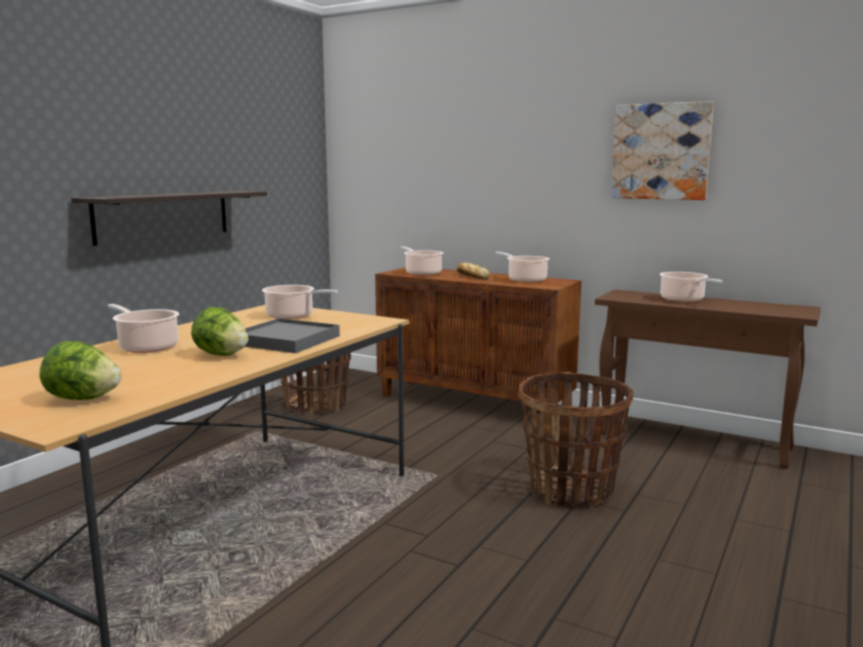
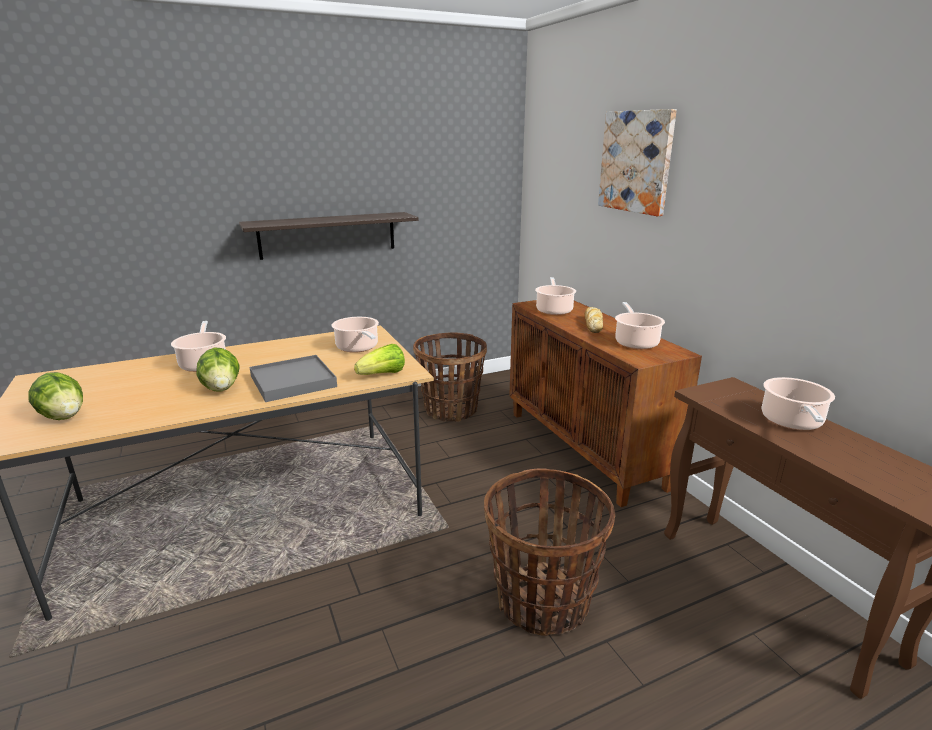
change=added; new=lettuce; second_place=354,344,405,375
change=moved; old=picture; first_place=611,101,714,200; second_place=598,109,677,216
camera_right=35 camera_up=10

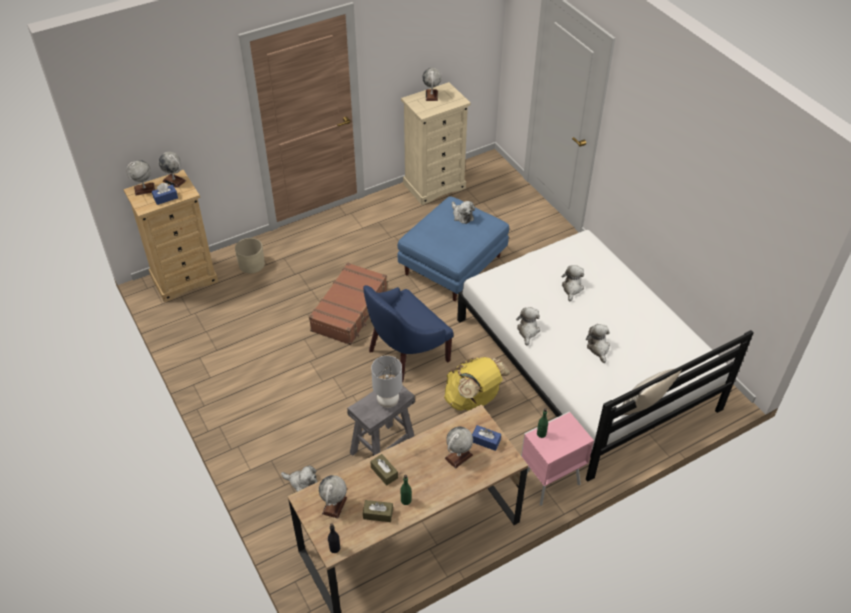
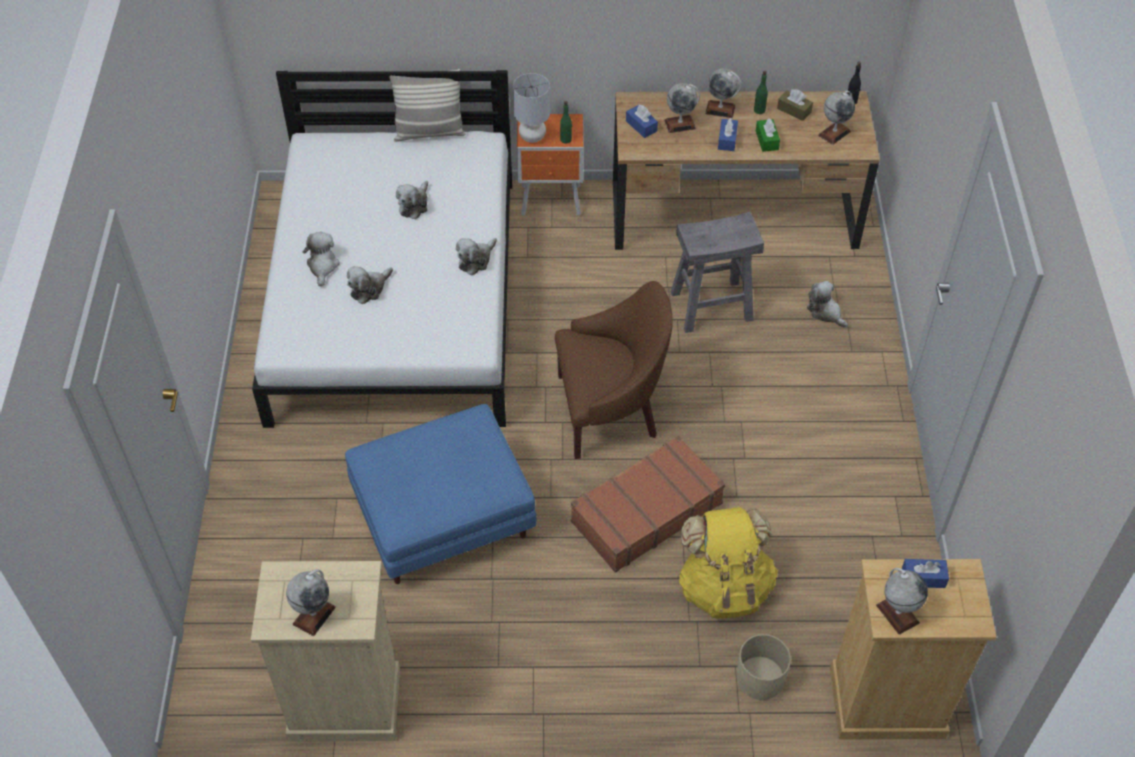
change=moved; old=soft toy; first_place=452,201,475,224; second_place=303,232,340,287
change=moved; old=table lamp/greyish; first_place=371,356,402,408; second_place=513,73,550,143
change=recoloured; old=nightstand/pinkish; new=nightstand/orange-coloured; first_place=521,412,594,506; second_place=517,114,583,216
change=recoloured; old=lounge chair/bluish; new=lounge chair/brownish; first_place=363,285,454,383; second_place=555,281,673,459
change=moved; old=rucksack/yellowish; first_place=444,357,510,411; second_place=678,507,778,618
change=moved; old=desk globe; first_place=126,160,155,196; second_place=705,68,741,118
change=added; new=tissue holder/bluish; second_place=718,118,738,151
change=recoloured; old=tissue holder/brownish; new=tissue holder/green-coloured; first_place=370,454,398,486; second_place=756,118,780,152
camera_right=-150 camera_up=5

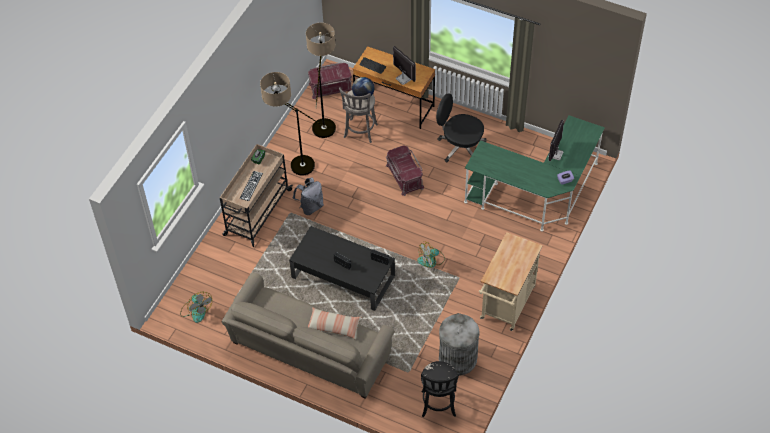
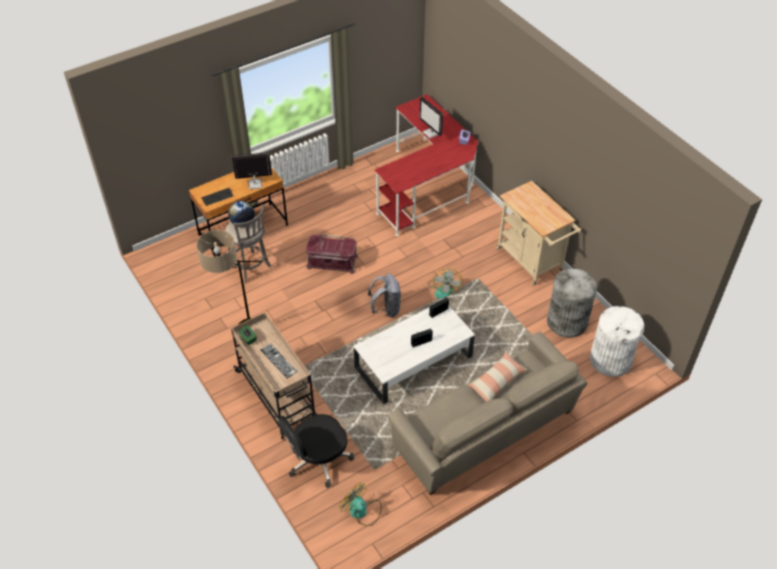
change=moved; old=computer chair/black; first_place=436,93,487,163; second_place=278,414,354,488
change=turned; old=electric fan; first_place=180,292,212,323; second_place=339,483,382,526; degrees=-135
change=recoloured; old=lounge table/black; new=lounge table/whitish; first_place=289,226,395,311; second_place=354,306,475,404
change=moved; old=rucksack/greyish; first_place=293,177,324,215; second_place=368,274,401,317
change=recoloured; old=desk table/green-coloured; new=desk table/red; first_place=464,115,605,231; second_place=374,94,478,236
change=replaced; old=sitting stool/black; new=rubbish bin/whitish; first_place=421,361,460,417; second_place=590,306,644,377
change=removed; old=standard lamp; first_place=306,23,336,138
change=removed; old=storage container/red; first_place=308,63,352,99
camera_right=-60 camera_up=-5

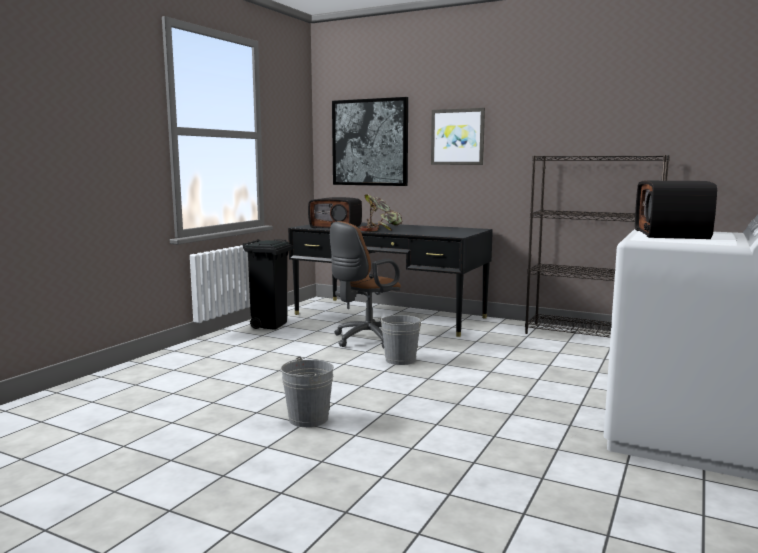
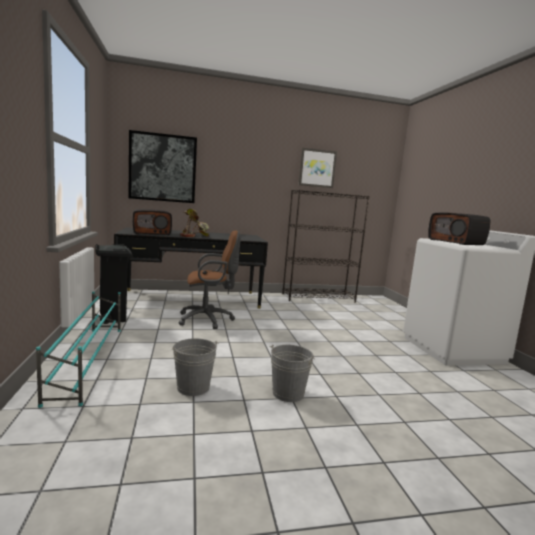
change=added; new=shoe rack/turquoise-coloured; second_place=36,292,121,408
change=moved; old=bucket/greyish; first_place=378,315,424,365; second_place=172,338,219,396
change=turned; old=computer chair/brownish; first_place=330,221,401,348; second_place=178,230,241,329; degrees=-105
change=moved; old=picture; first_place=431,108,485,165; second_place=299,148,337,188
camera_right=-40 camera_up=0

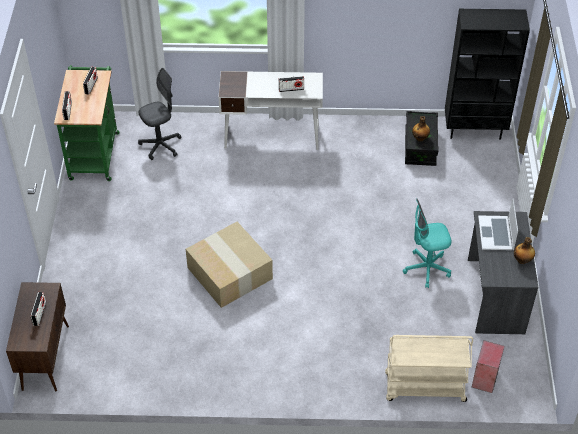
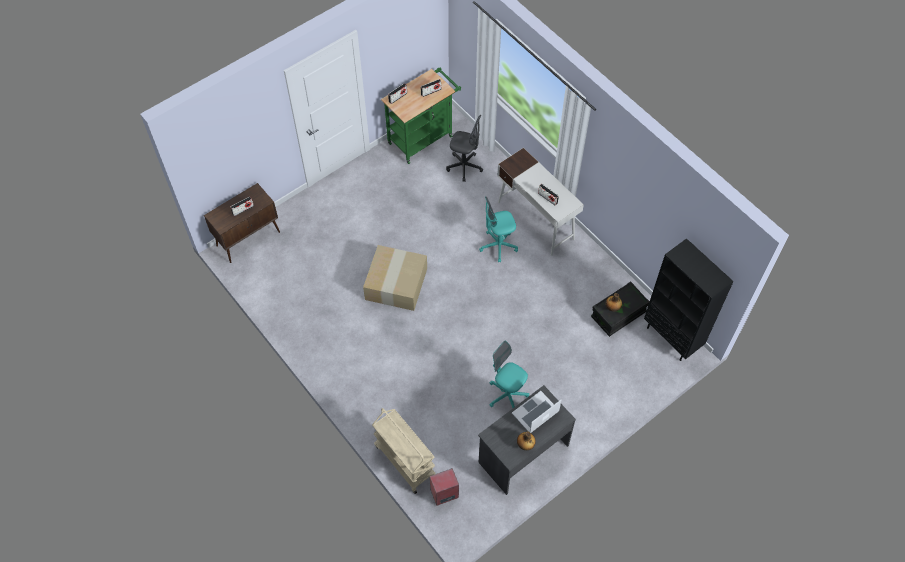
change=added; new=computer chair/turquoise-coloured; second_place=479,196,518,262
camera_right=50 camera_up=10

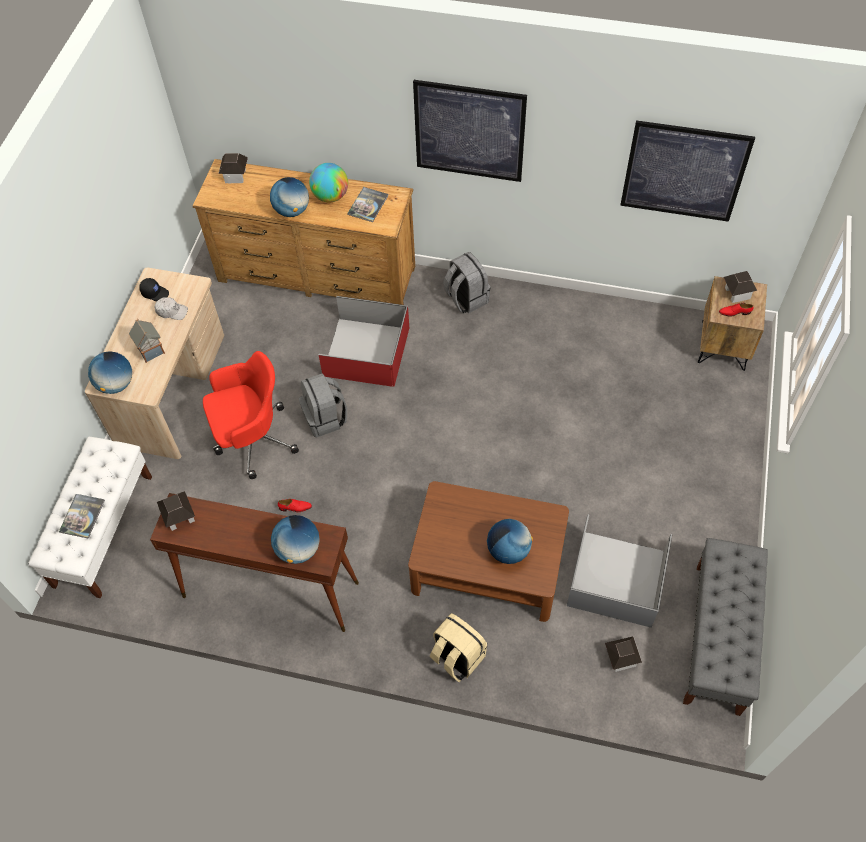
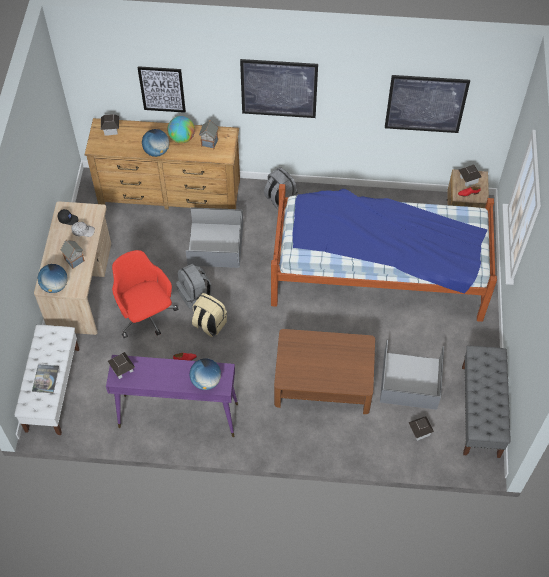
change=recoloured; old=hall table/brownish; new=hall table/purple; first_place=150,493,359,632; second_place=106,355,238,437
change=turned; old=computer chair/red; first_place=203,351,299,479; second_place=112,250,178,338; degrees=-90
change=added; new=picture; second_place=138,66,186,113
change=recoloured; old=storage container/red; new=storage container/greyish; first_place=319,296,409,387; second_place=186,207,243,268
change=moved; old=rucksack/sand-coloured; first_place=430,613,487,682; second_place=192,293,227,337
change=replaced; old=volume; new=miniature house; first_place=347,187,389,222; second_place=199,120,218,149
change=added; new=bedroom bed; second_place=271,184,497,322
change=removed; old=desk globe; first_place=487,519,533,564
camera_right=-10 camera_up=0

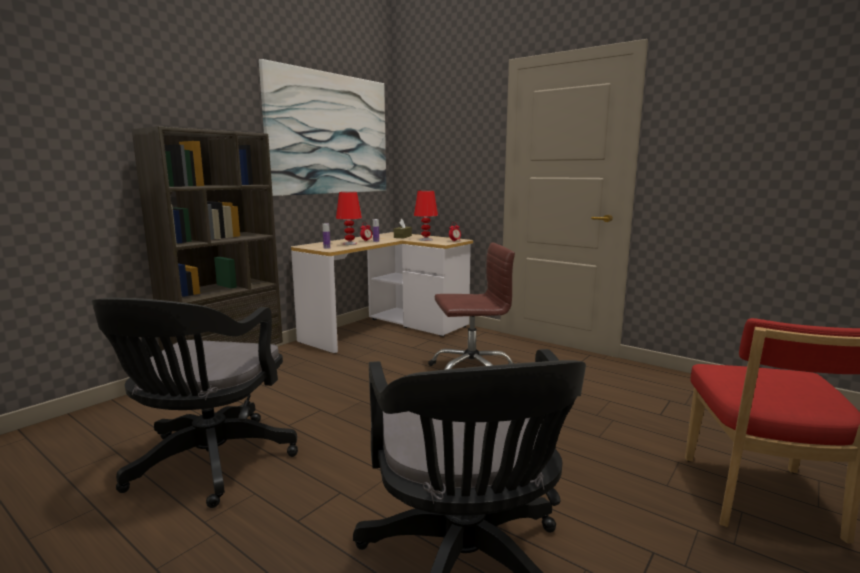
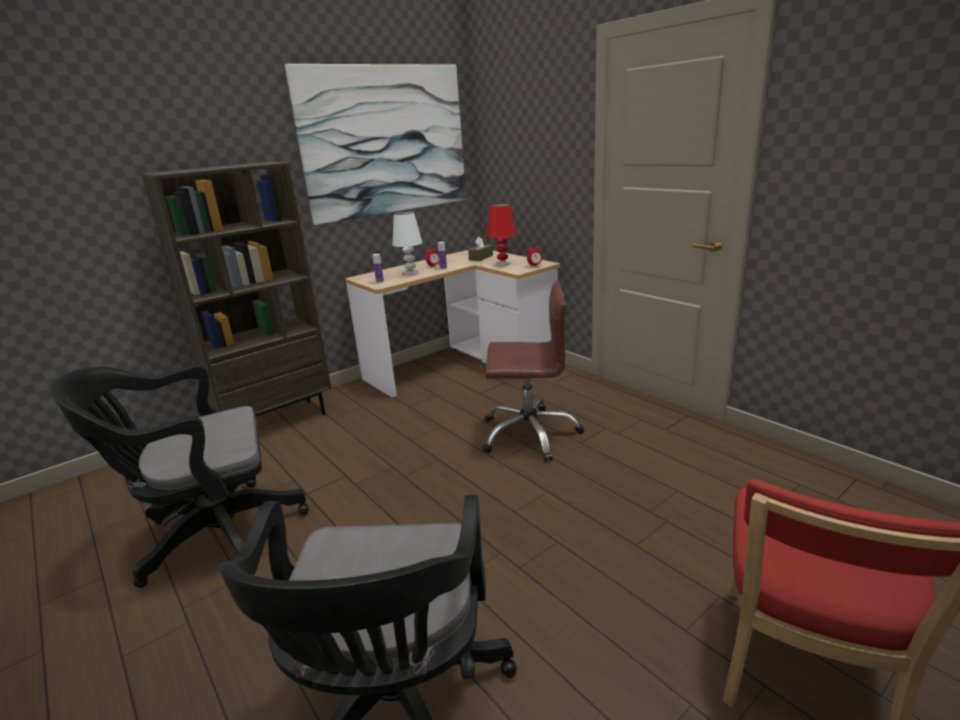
change=turned; old=computer chair/black; first_place=92,298,298,508; second_place=51,364,309,588; degrees=45
change=recoloured; old=table lamp/red; new=table lamp/whitish; first_place=336,192,362,245; second_place=393,212,422,275
camera_right=15 camera_up=10

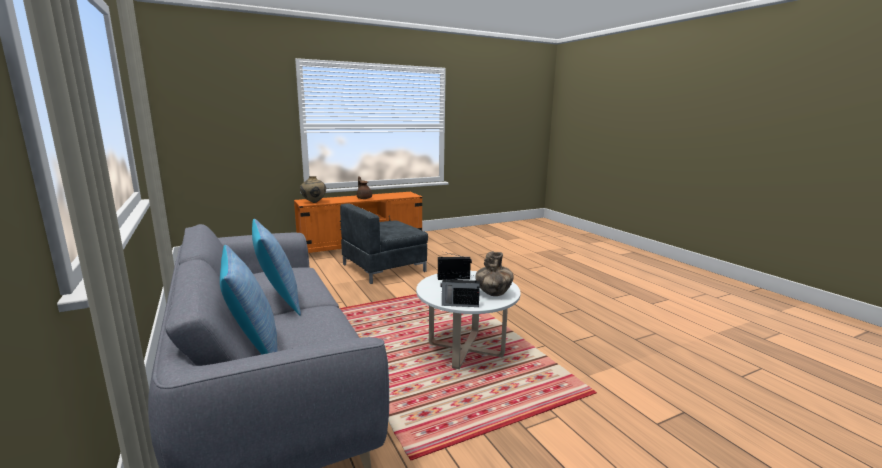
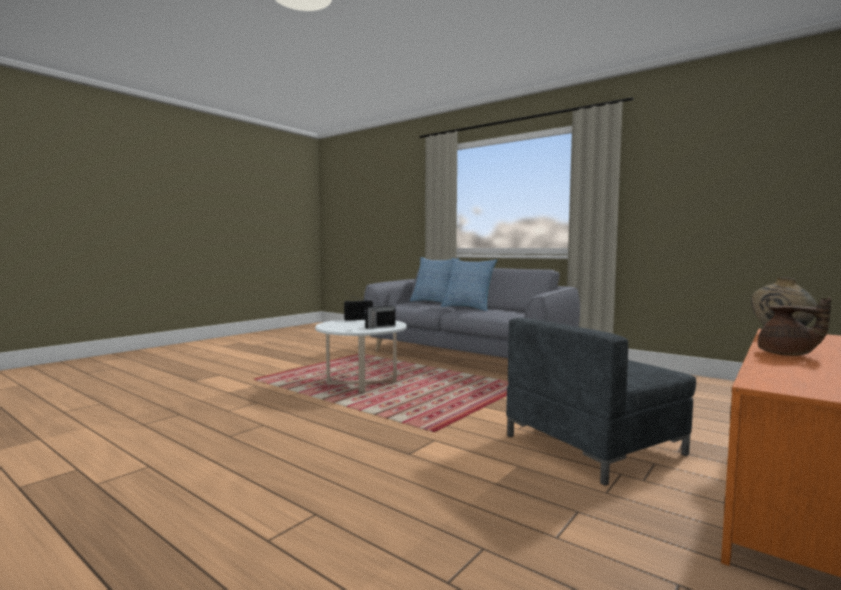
change=turned; old=lounge chair/greyish; first_place=340,203,428,284; second_place=506,318,696,486; degrees=-150
change=removed; old=decorative vase; first_place=475,251,514,296
camera_right=155 camera_up=-10

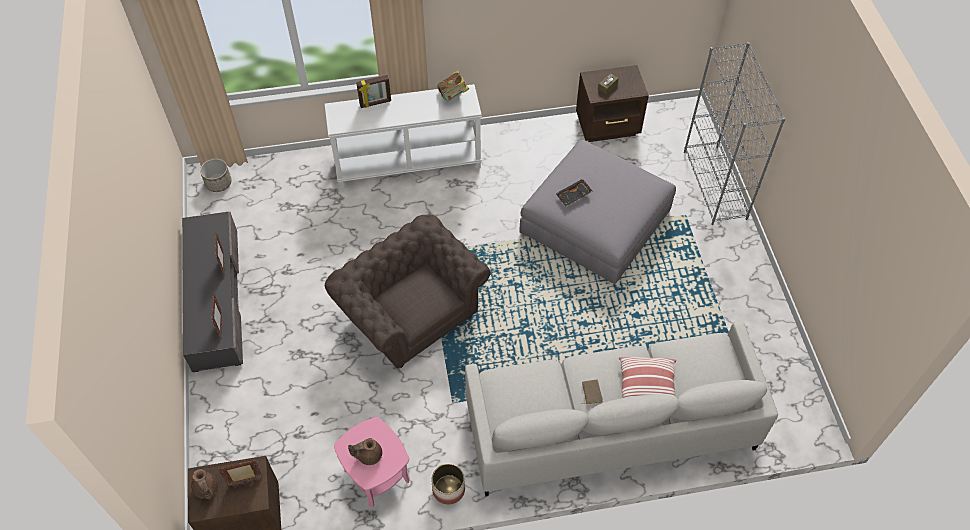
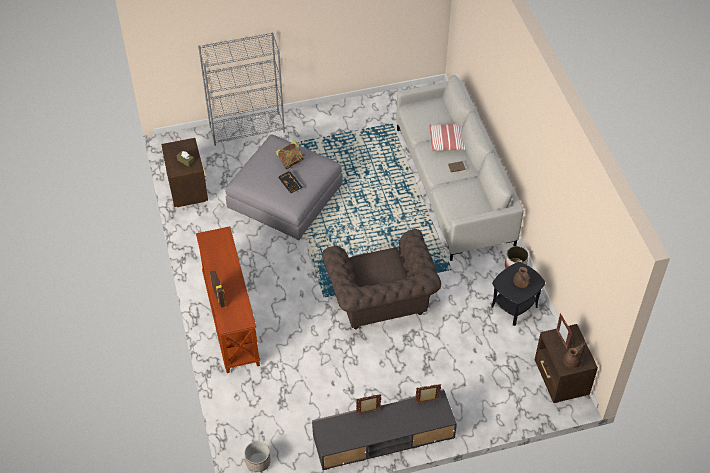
change=recoloured; old=hall table/whitish; new=hall table/brownish; first_place=325,84,482,188; second_place=196,226,260,373
change=moved; old=volume; first_place=437,70,469,101; second_place=275,141,306,169
change=turned; old=lounge chair/brownish; first_place=325,215,491,369; second_place=322,229,441,329; degrees=-60
change=recoloured; old=end table/pinkish; new=end table/black; first_place=334,417,409,507; second_place=491,262,545,326
camera_right=-95 camera_up=-5

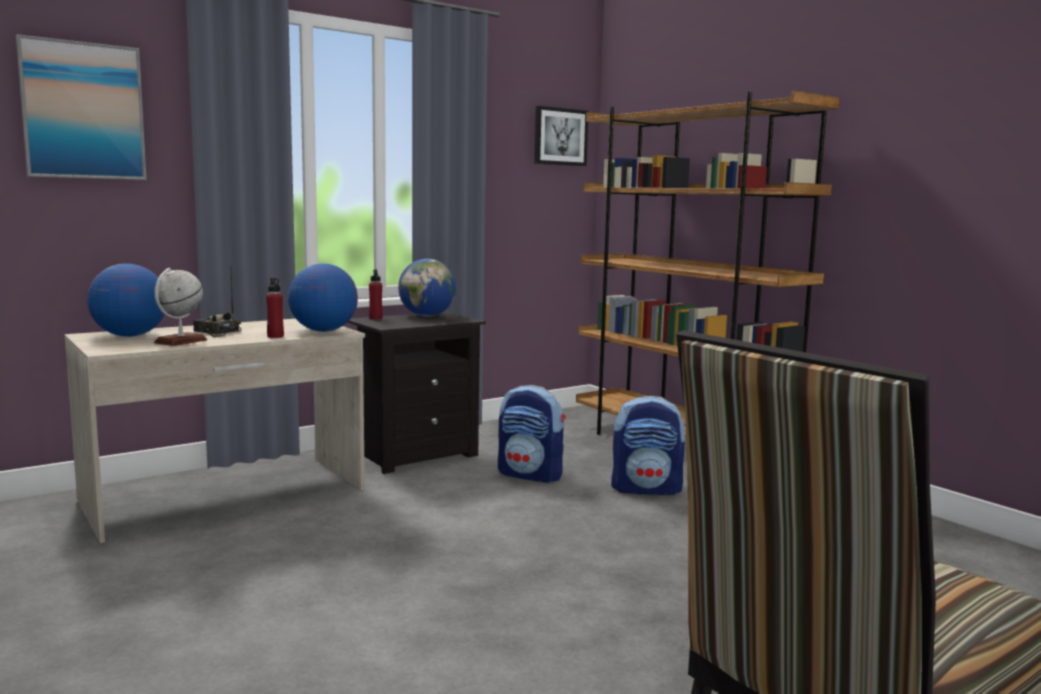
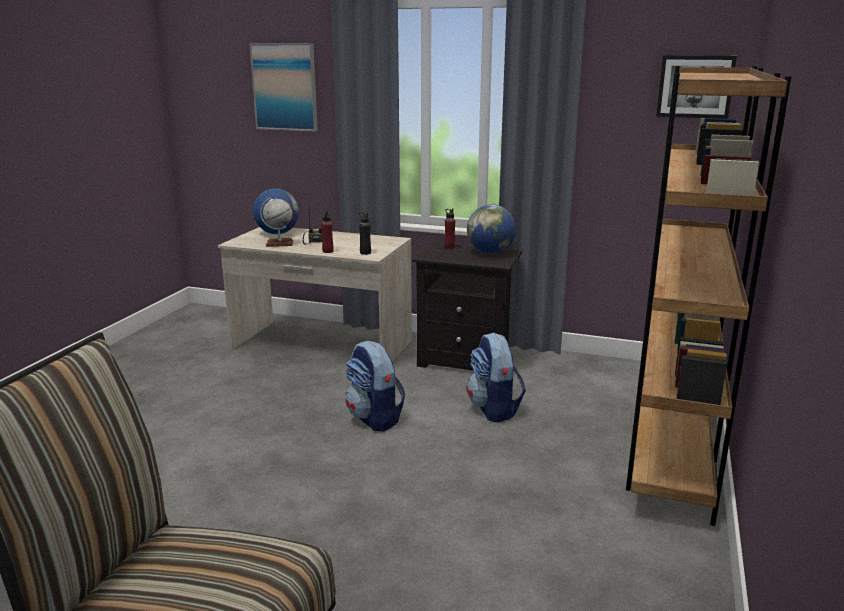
change=moved; old=rucksack; first_place=611,396,686,495; second_place=345,341,405,432
change=replaced; old=desk globe; new=beverage bottle/black; first_place=288,263,358,332; second_place=359,212,371,255
camera_right=55 camera_up=10

